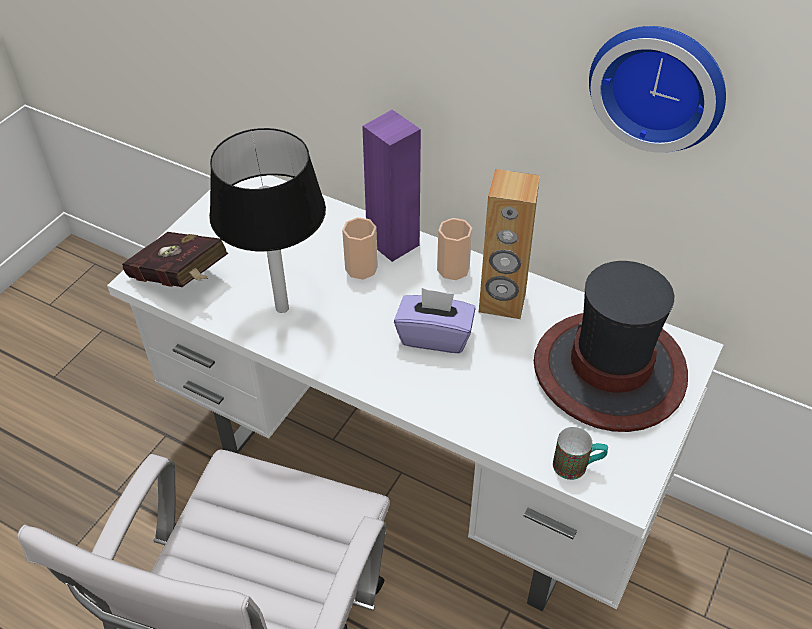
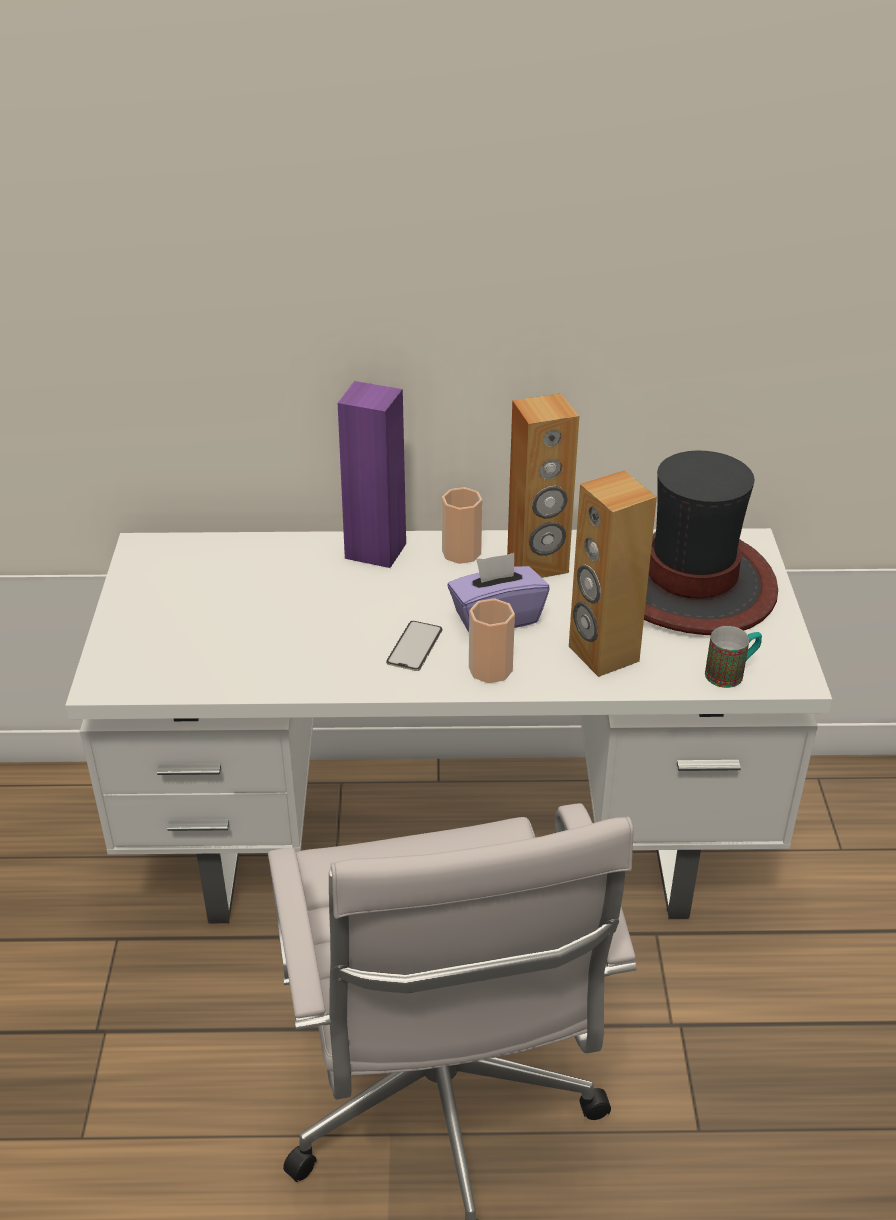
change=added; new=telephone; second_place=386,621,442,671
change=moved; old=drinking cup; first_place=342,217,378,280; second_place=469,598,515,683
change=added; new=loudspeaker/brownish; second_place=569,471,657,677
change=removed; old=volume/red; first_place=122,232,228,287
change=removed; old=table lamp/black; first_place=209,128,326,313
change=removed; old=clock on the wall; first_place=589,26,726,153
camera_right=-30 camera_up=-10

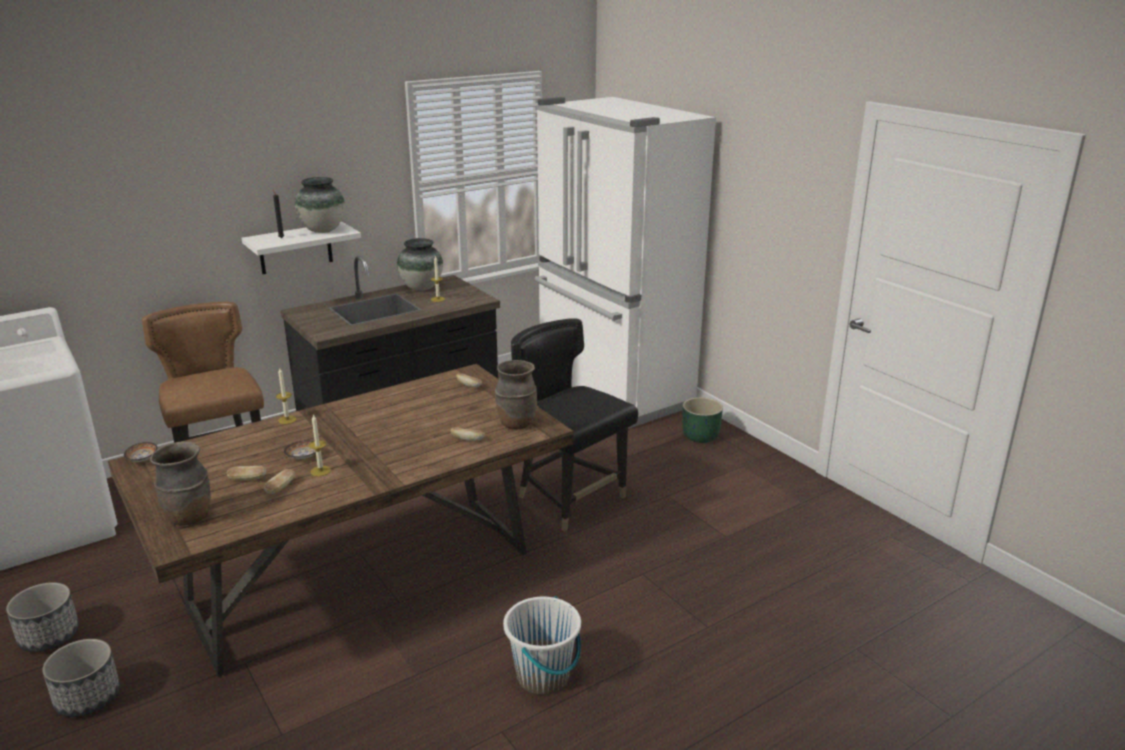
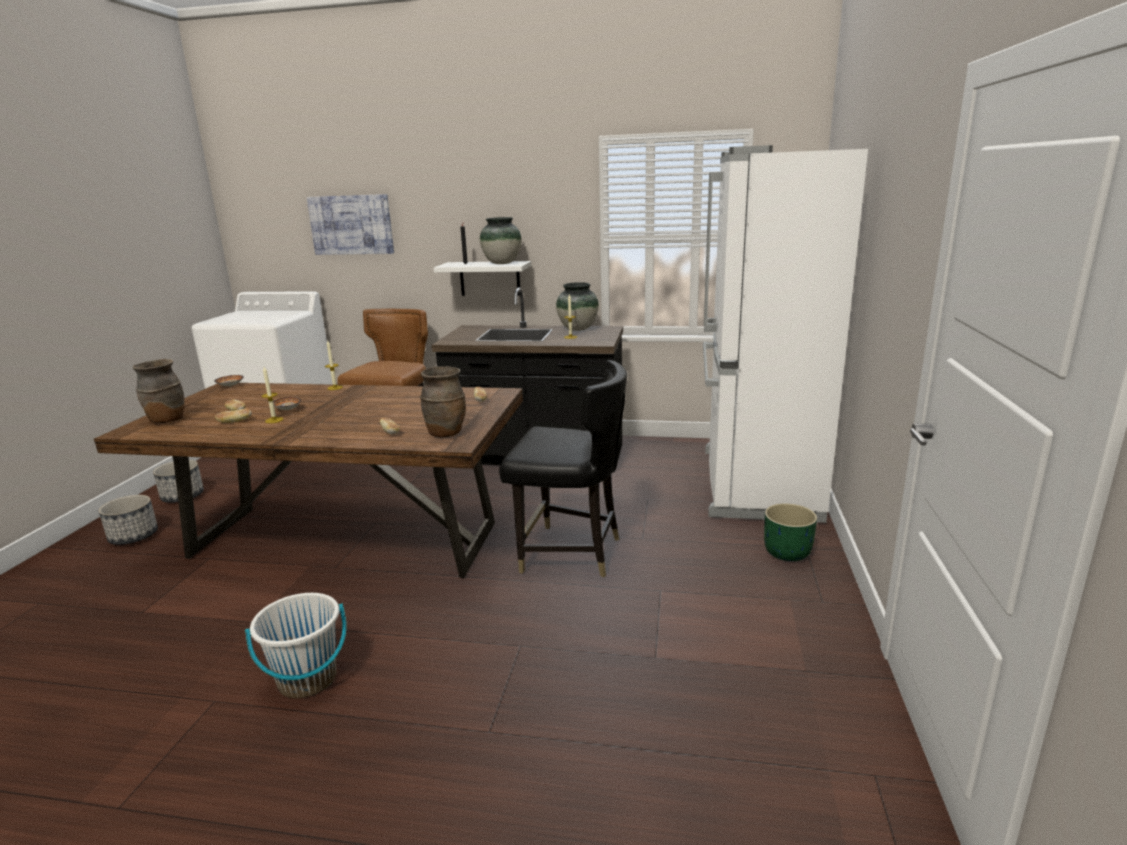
change=added; new=picture; second_place=306,194,394,255
change=turned; old=upright chair/black; first_place=511,318,638,531; second_place=499,360,627,577; degrees=105
camera_right=45 camera_up=-5

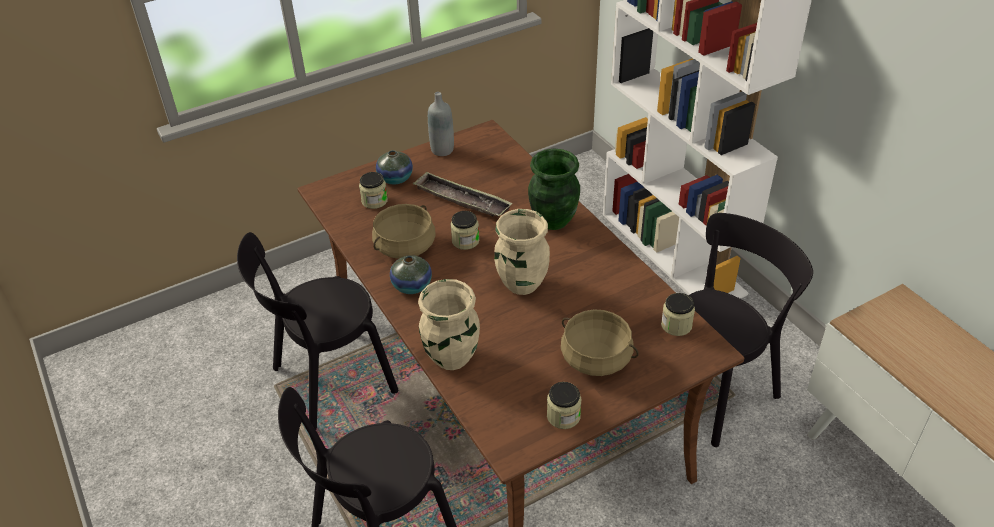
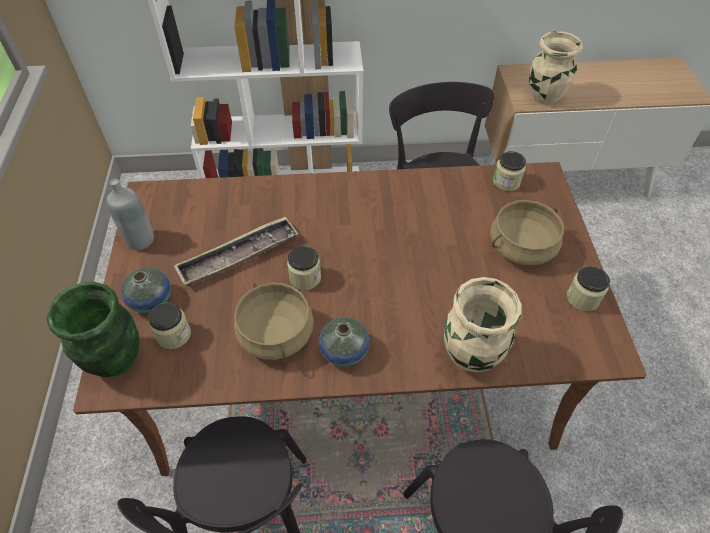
change=moved; old=decorative vase/green-coloured; first_place=528,149,580,230; second_place=47,282,140,377
change=moved; old=decorative vase/sand-coloured; first_place=494,209,550,295; second_place=529,31,583,105
camera_right=-65 camera_up=10

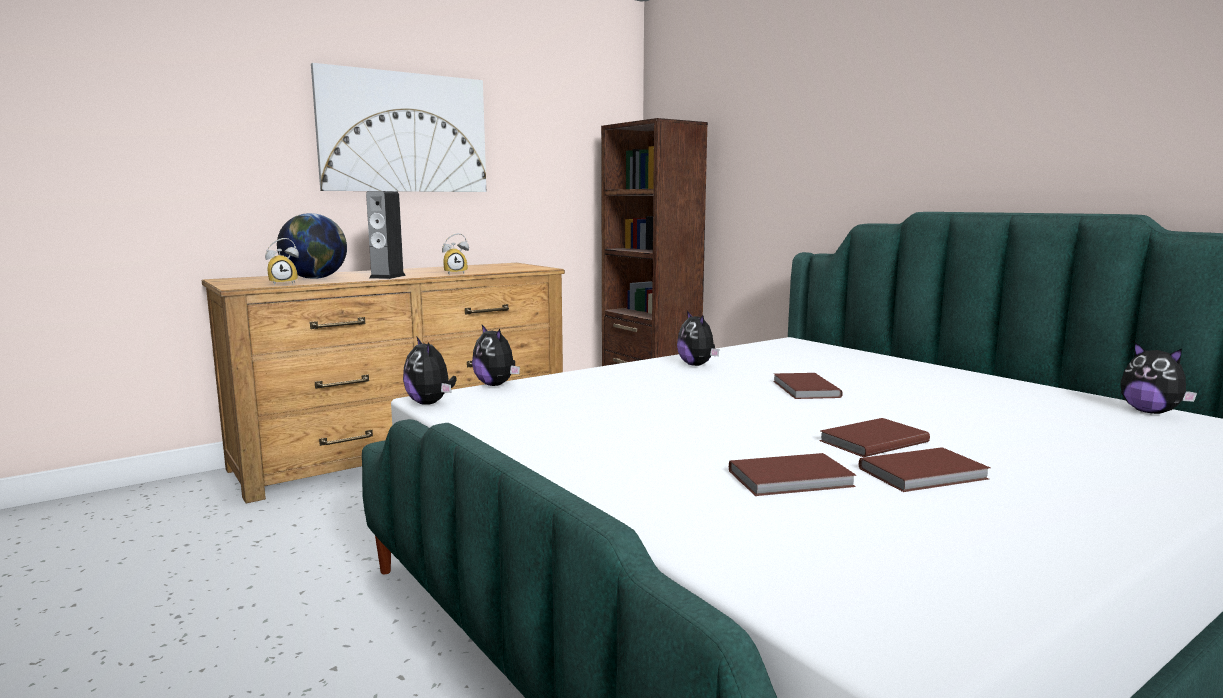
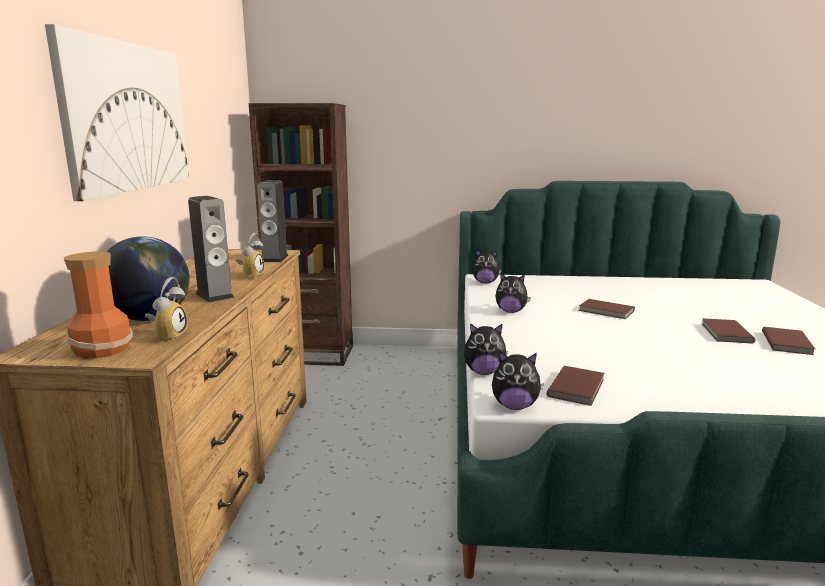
change=added; new=decorative vase; second_place=64,252,133,358
change=added; new=loudspeaker; second_place=257,180,289,262
change=moved; old=soft toy; first_place=1120,342,1197,414; second_place=472,249,502,283
change=moved; old=volume/brownish; first_place=729,453,857,496; second_place=547,366,604,406
camera_right=-50 camera_up=5

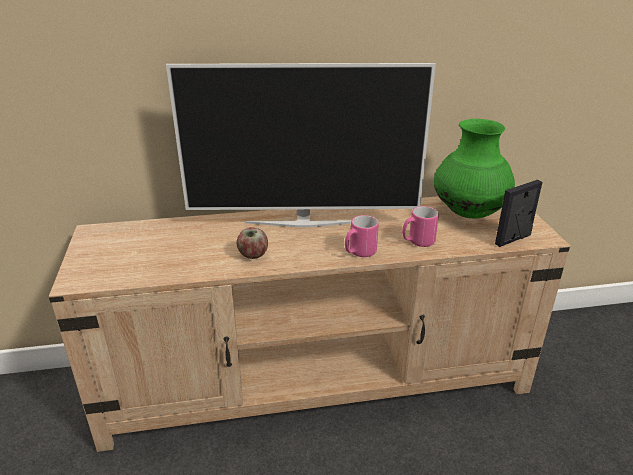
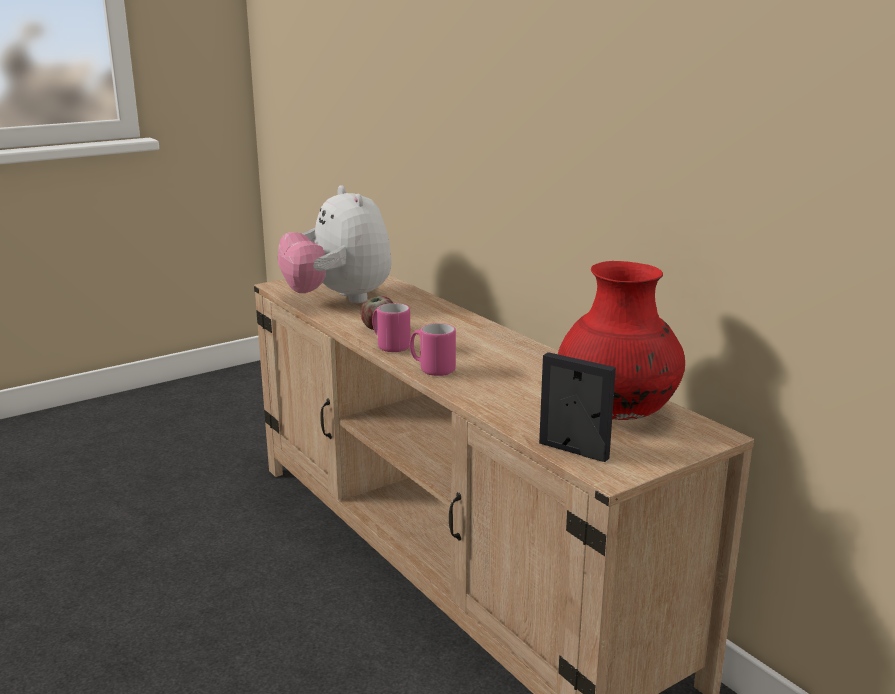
change=added; new=soft toy; second_place=278,185,392,303
change=moved; old=coffee mug/pinkish; first_place=402,206,439,247; second_place=372,303,411,352
change=recoloured; old=decorative vase/green-coloured; new=decorative vase/red; first_place=434,119,515,219; second_place=558,261,685,420
change=removed; old=television; first_place=166,63,436,227
camera_right=65 camera_up=-10

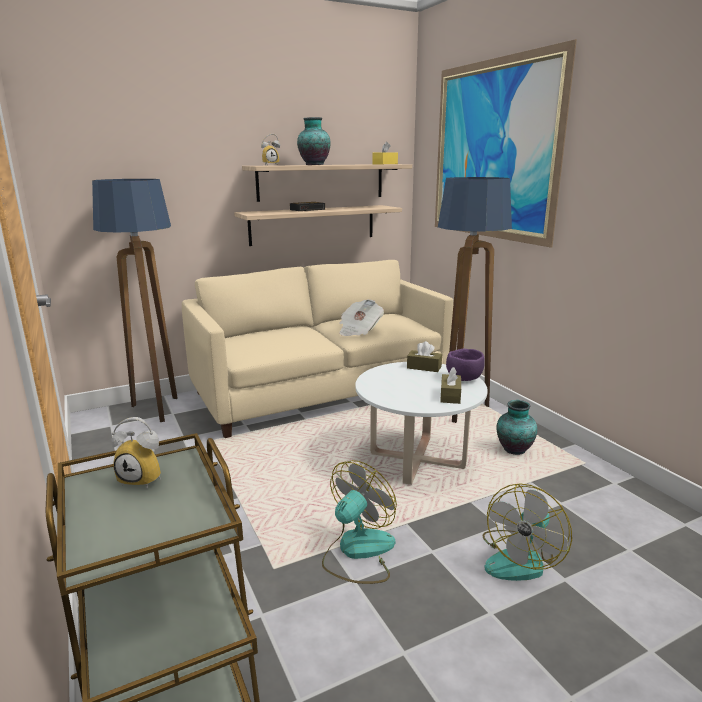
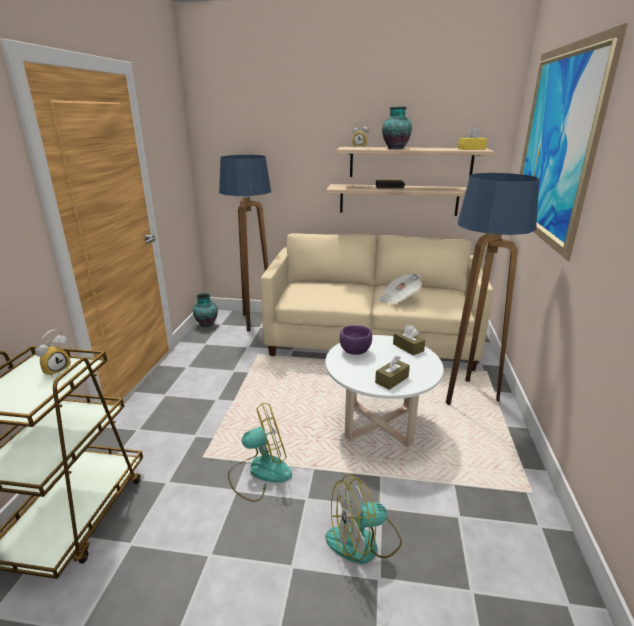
change=turned; old=table clock; first_place=111,417,161,488; second_place=35,329,71,377; degrees=-105
change=moved; old=decorative vase; first_place=496,400,537,455; second_place=193,293,218,327
change=moved; old=bowl/purple; first_place=446,349,485,381; second_place=340,325,372,355
camera_right=35 camera_up=5

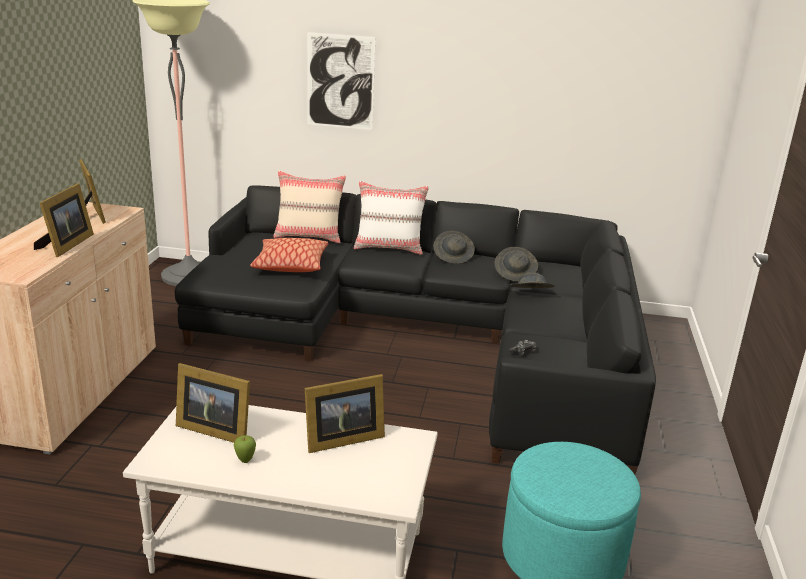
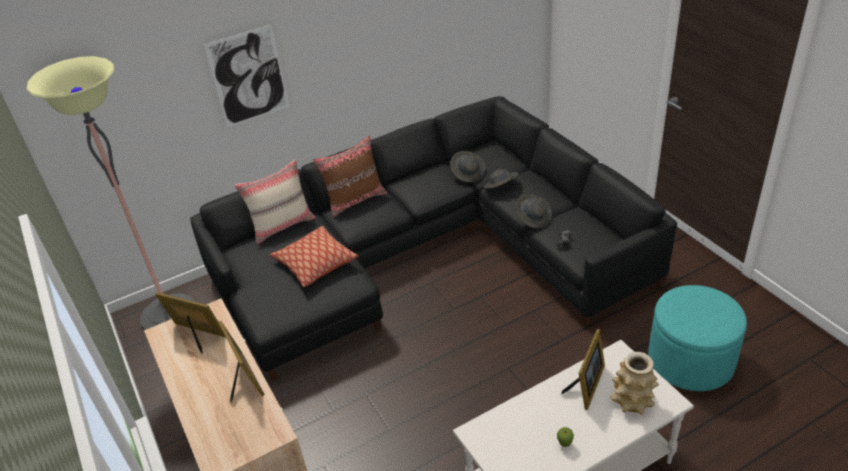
change=recoloured; old=cushion/whitish; new=cushion/brownish; first_place=354,181,429,255; second_place=313,135,387,218
change=moved; old=clothing hat/greyish; first_place=433,231,475,264; second_place=515,194,552,228
change=added; new=decorative vase; second_place=610,352,659,415
change=removed; old=photo frame; first_place=176,363,250,443
camera_right=-35 camera_up=15

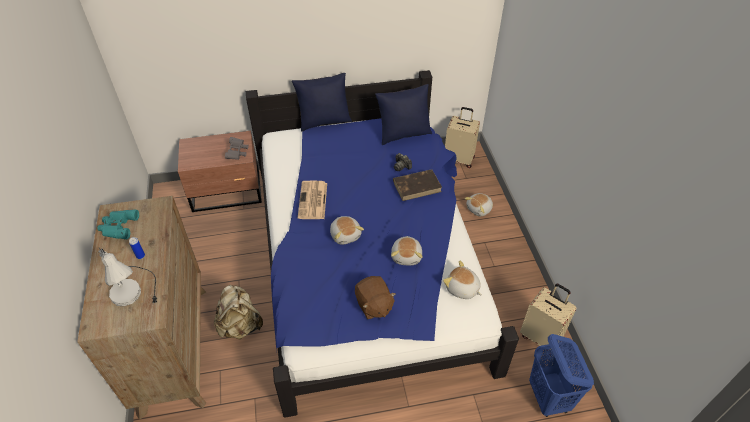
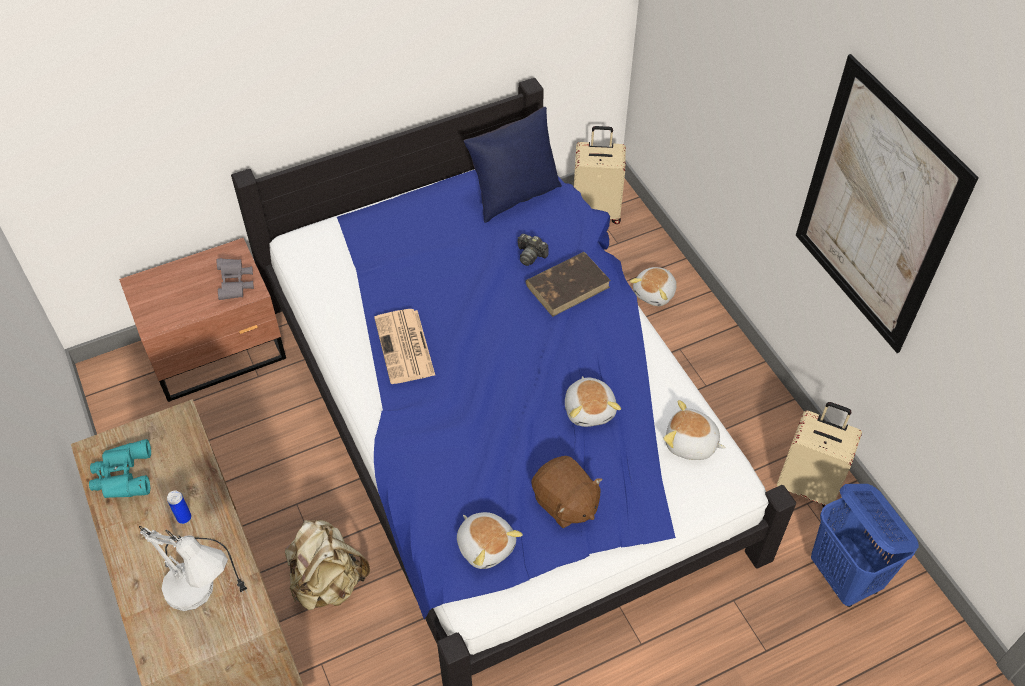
change=moved; old=soft toy; first_place=330,216,364,244; second_place=457,512,523,569
change=added; new=picture; second_place=796,54,979,353
change=removed; old=cushion/bluish; first_place=292,73,352,132
camera_right=-15 camera_up=5

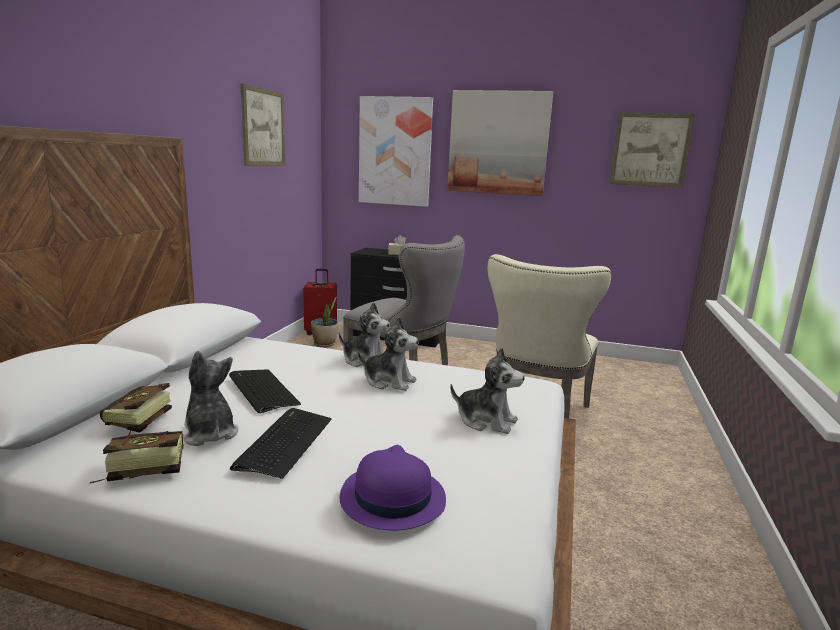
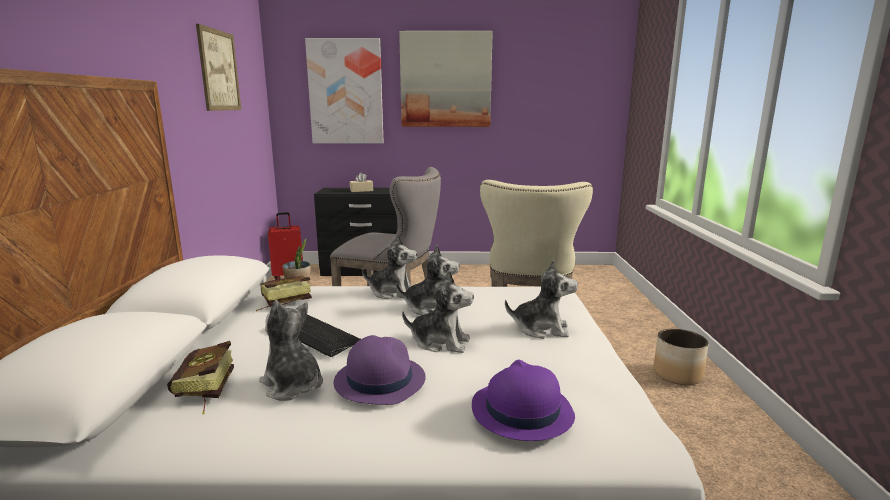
change=moved; old=volume; first_place=89,431,184,484; second_place=256,276,312,311
change=replaced; old=PC keyboard; new=clothing hat/purple; first_place=230,408,332,479; second_place=334,335,426,405
change=added; new=soft toy; second_place=402,270,474,353
change=added; new=planter; second_place=653,329,709,385
change=removed; old=picture; first_place=609,112,695,188
camera_right=-15 camera_up=0

